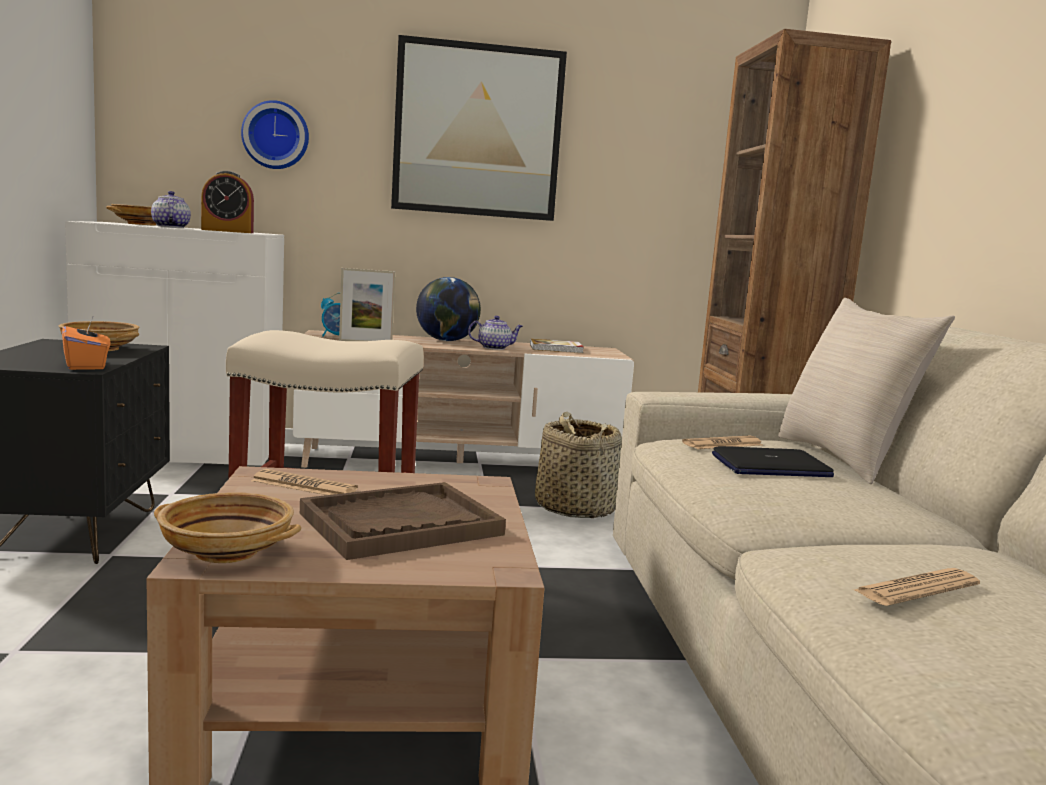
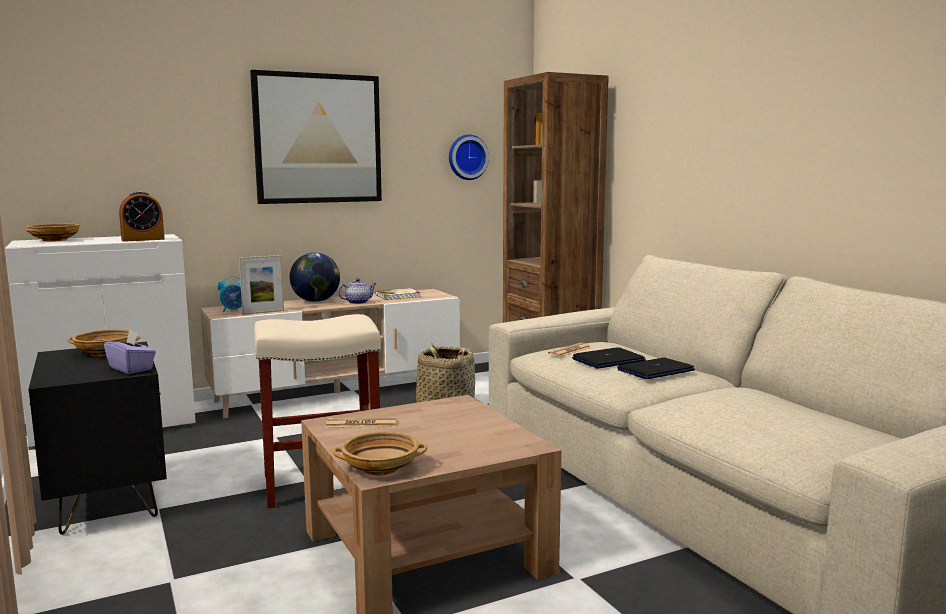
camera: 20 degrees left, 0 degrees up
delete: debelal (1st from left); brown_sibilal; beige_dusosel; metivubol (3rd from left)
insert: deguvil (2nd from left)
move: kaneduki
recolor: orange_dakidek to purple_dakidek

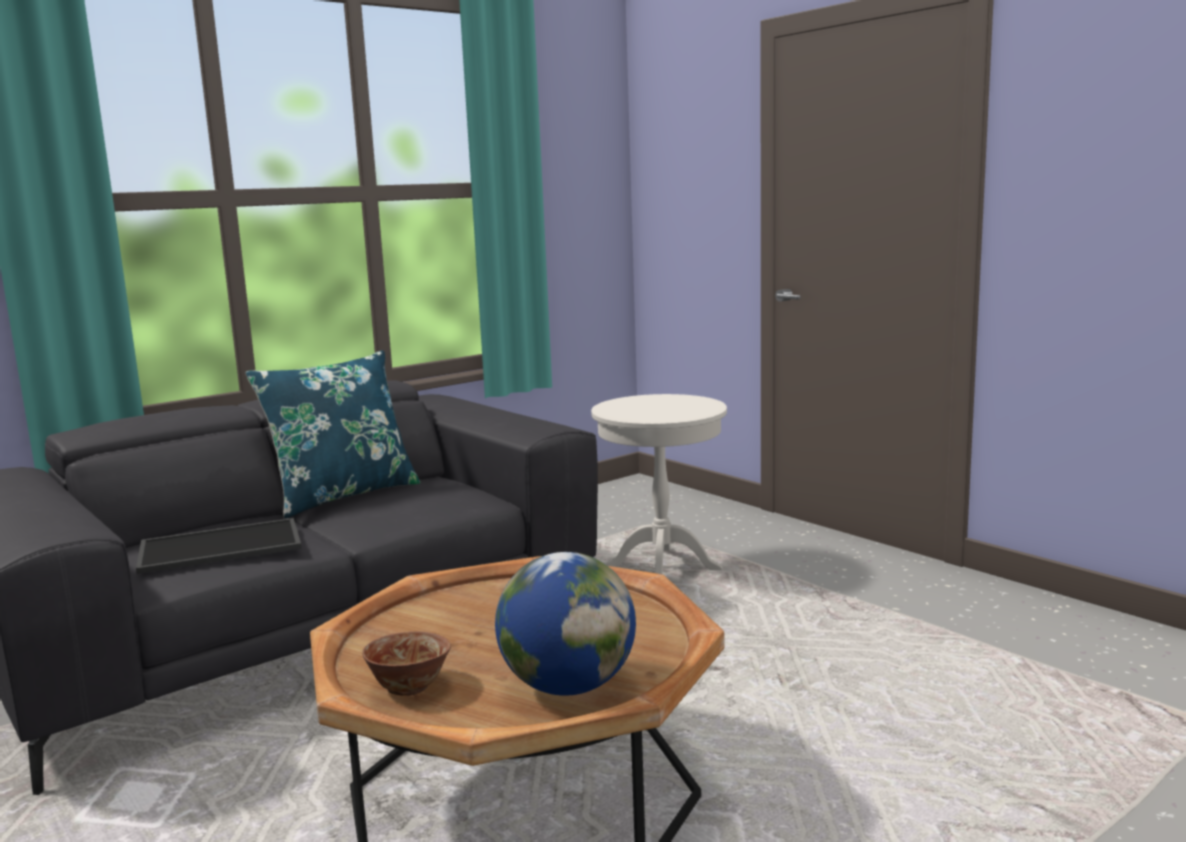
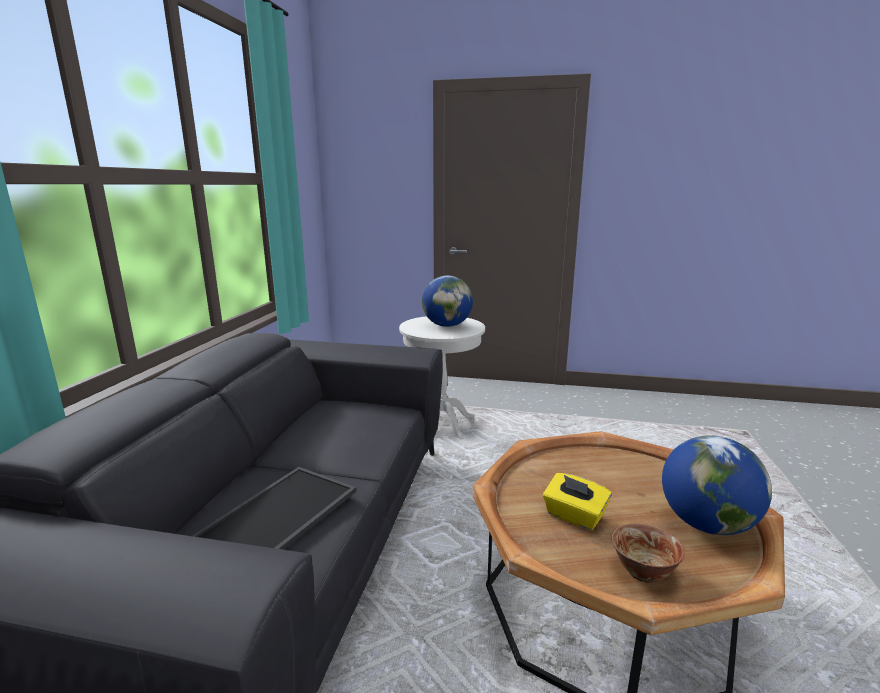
camera: 40 degrees left, 5 degrees up
delete: blue_dusosel
insert: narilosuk (1st from left); yellow_dakidek

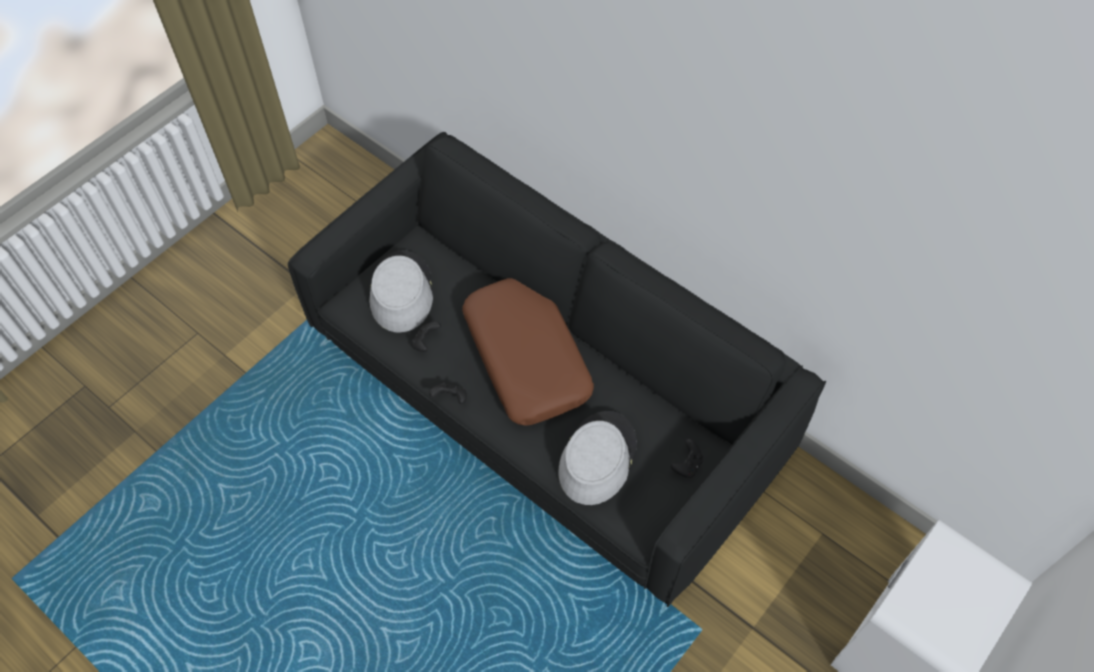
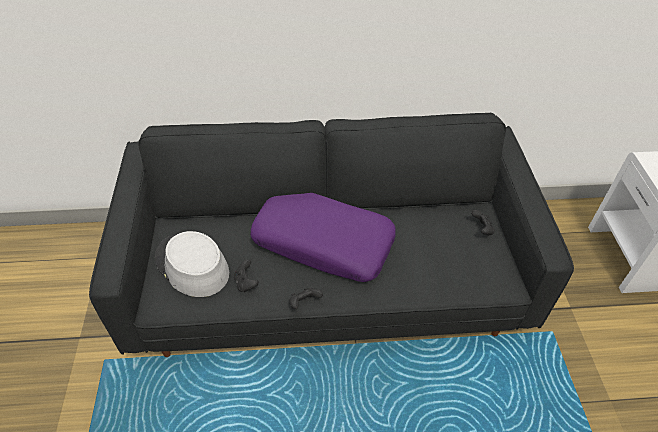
camera: 45 degrees left, 10 degrees down
delete: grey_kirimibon (2nd from left)
recolor: brown_dusosel to purple_dusosel

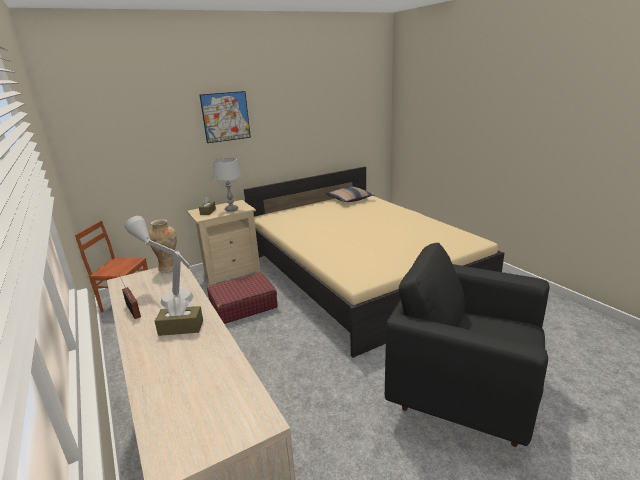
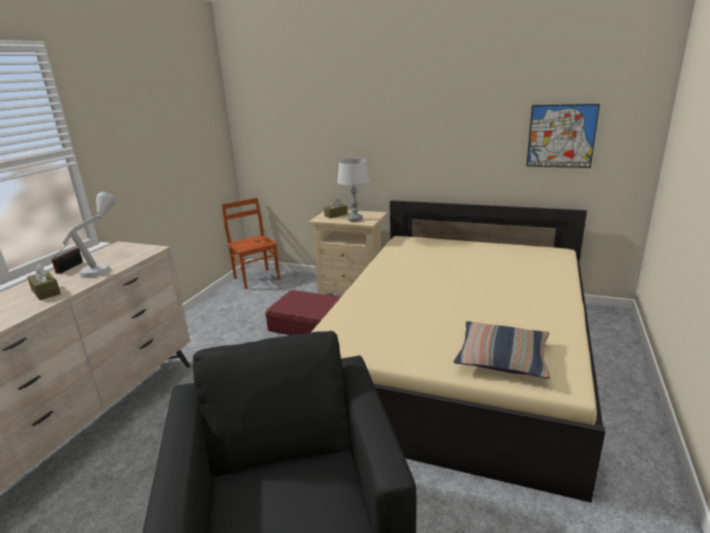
camera: 50 degrees right, 0 degrees up
delete: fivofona
move: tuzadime; dusosel

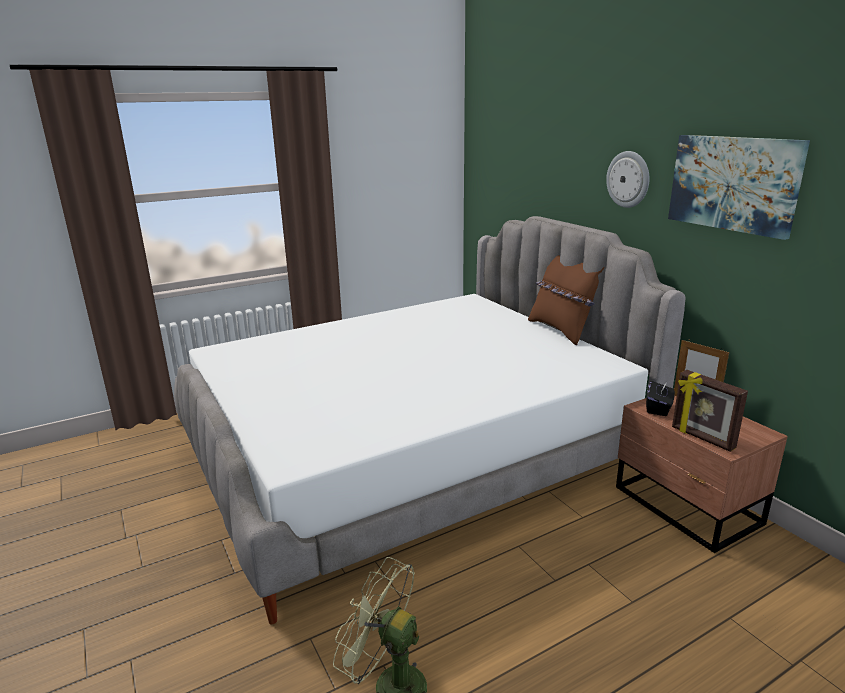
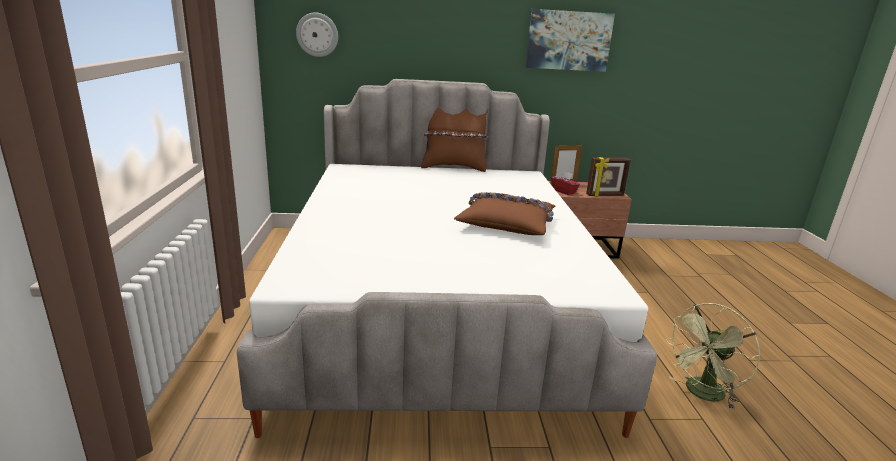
camera: 65 degrees left, 0 degrees up
insert: brown_dusosel (2nd from left)
move: kaneduki
recolor: black_dakidek to red_dakidek

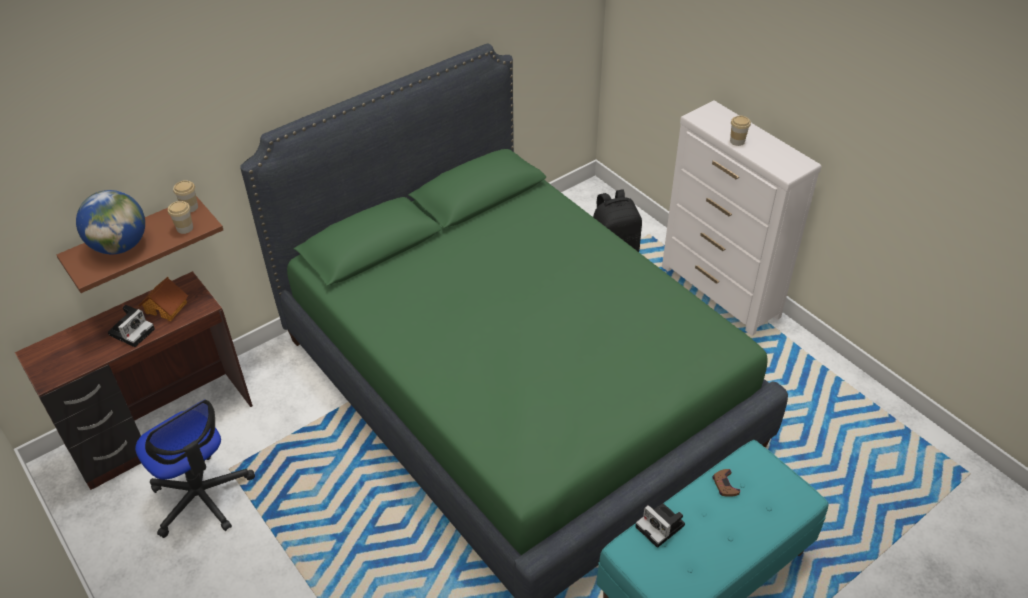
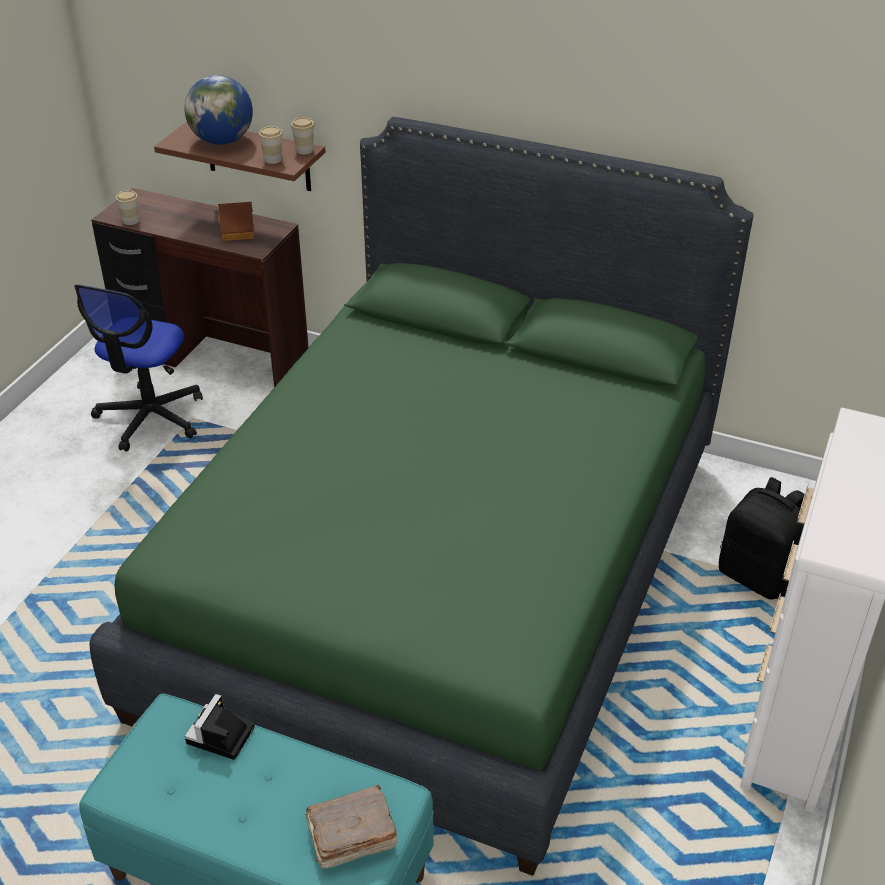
camera: 60 degrees right, 5 degrees down
delete: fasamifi (1st from left); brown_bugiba
insert: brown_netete
move: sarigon (3rd from left in the first image) to sarigon (1st from left)

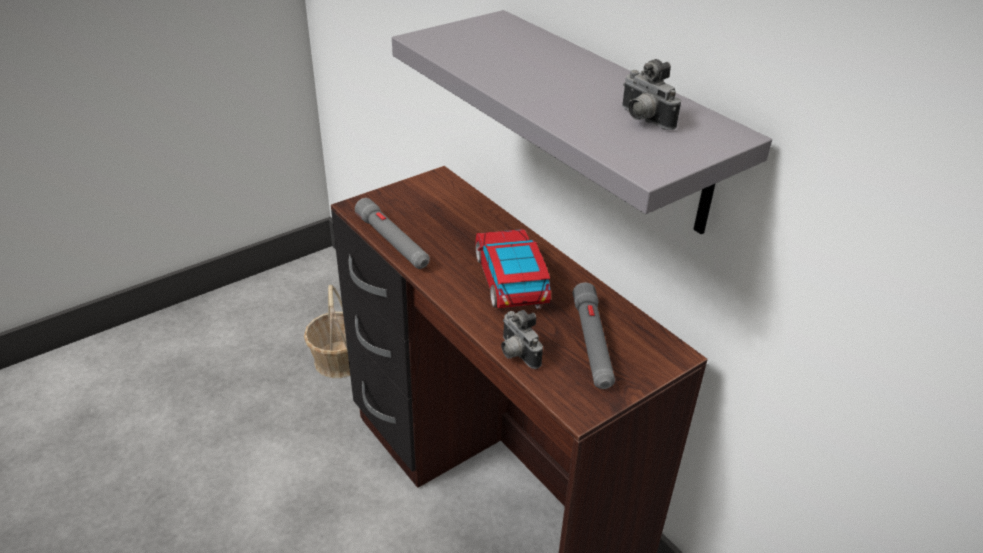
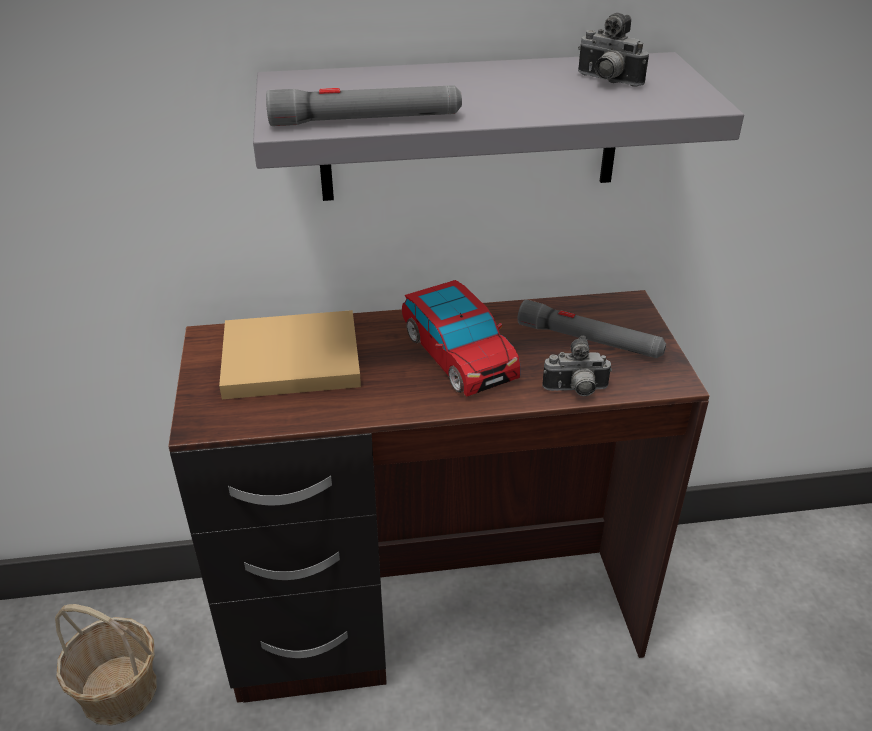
camera: 60 degrees left, 0 degrees up
insert: beige_netete
move: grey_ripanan (1st from left)
rotate: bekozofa 135 degrees counterclockwise; fasamifi (2nd from left) 45 degrees clockwise

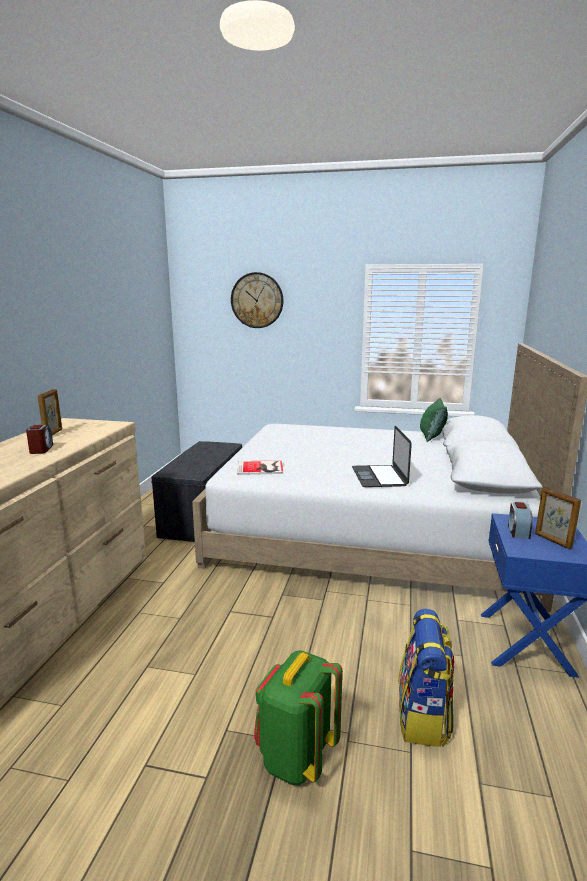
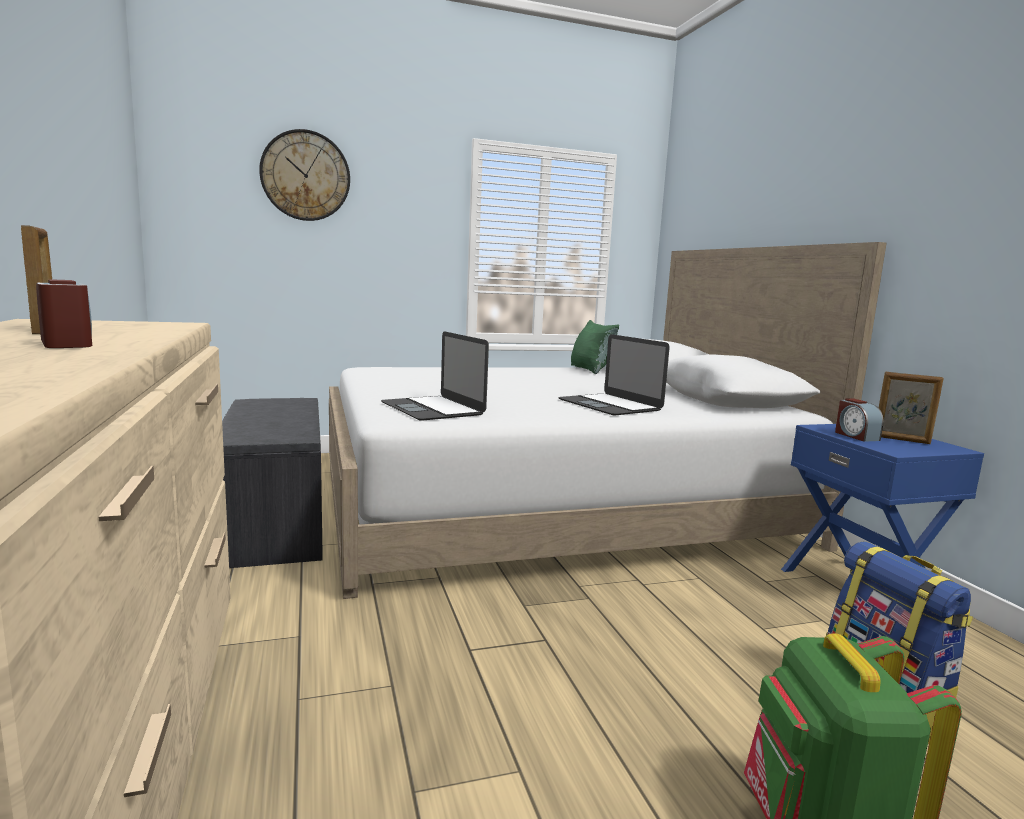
camera: 30 degrees left, 5 degrees down
replace: netete to deguvil (1st from left)

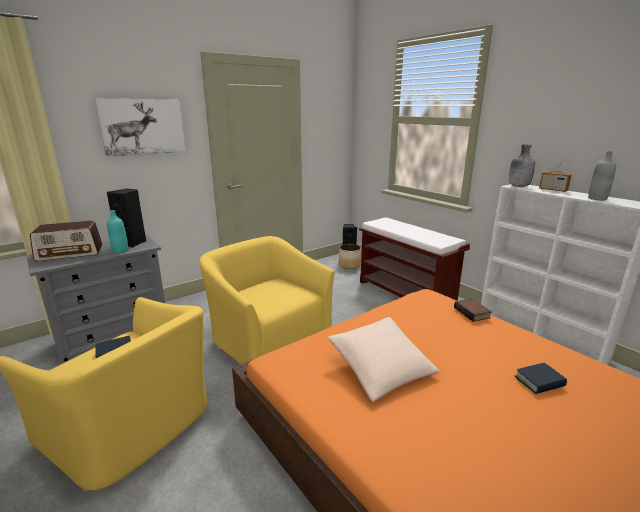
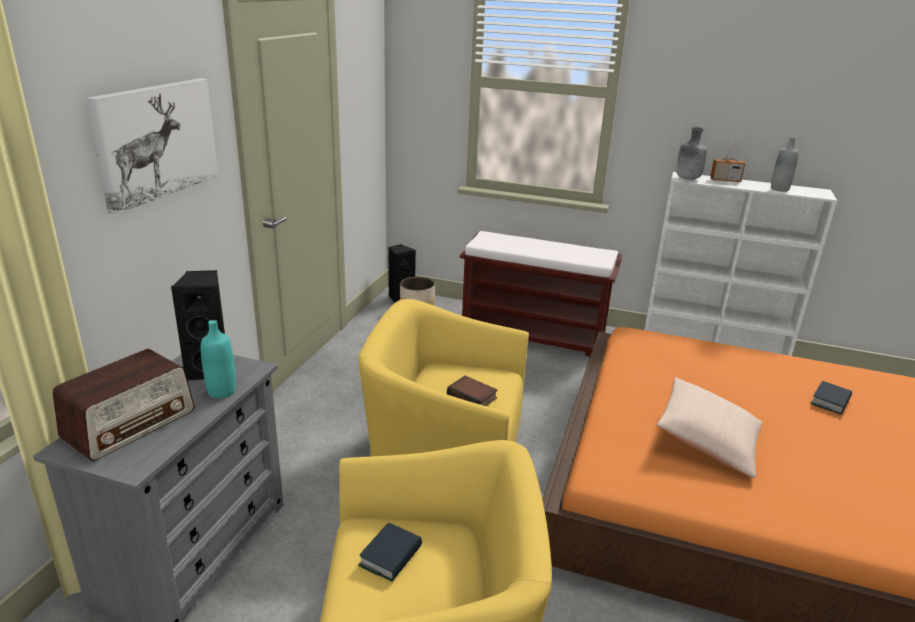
camera: 35 degrees left, 5 degrees up
move: netete (2nd from left)

